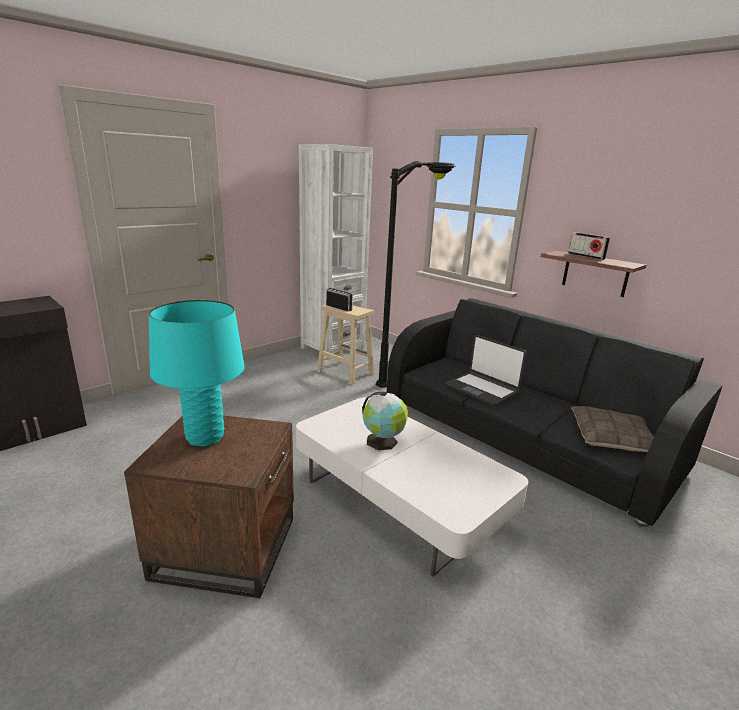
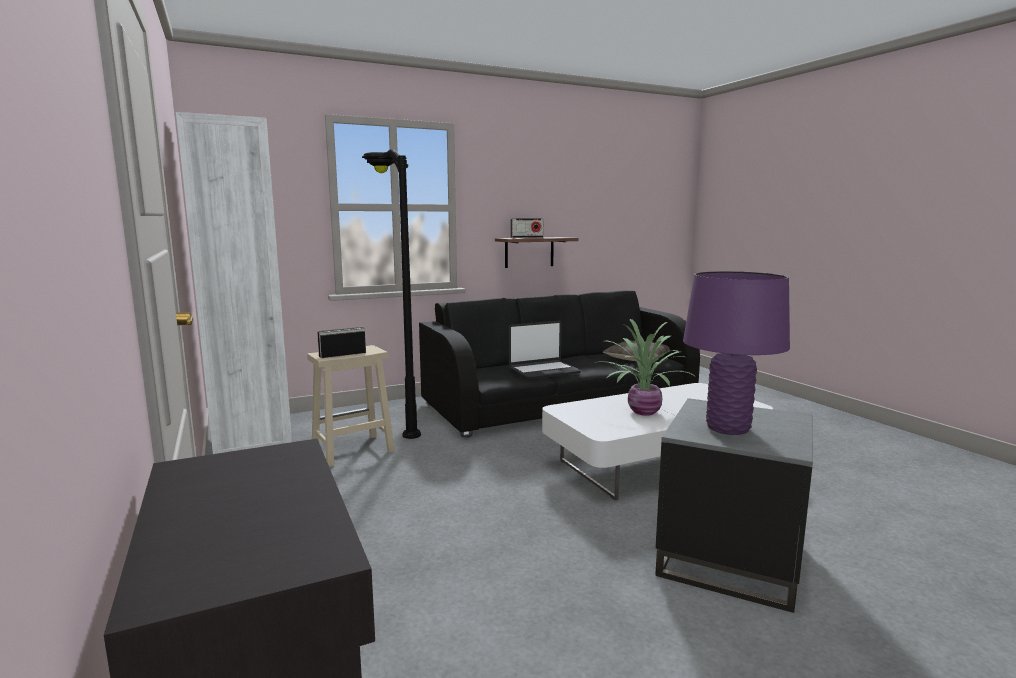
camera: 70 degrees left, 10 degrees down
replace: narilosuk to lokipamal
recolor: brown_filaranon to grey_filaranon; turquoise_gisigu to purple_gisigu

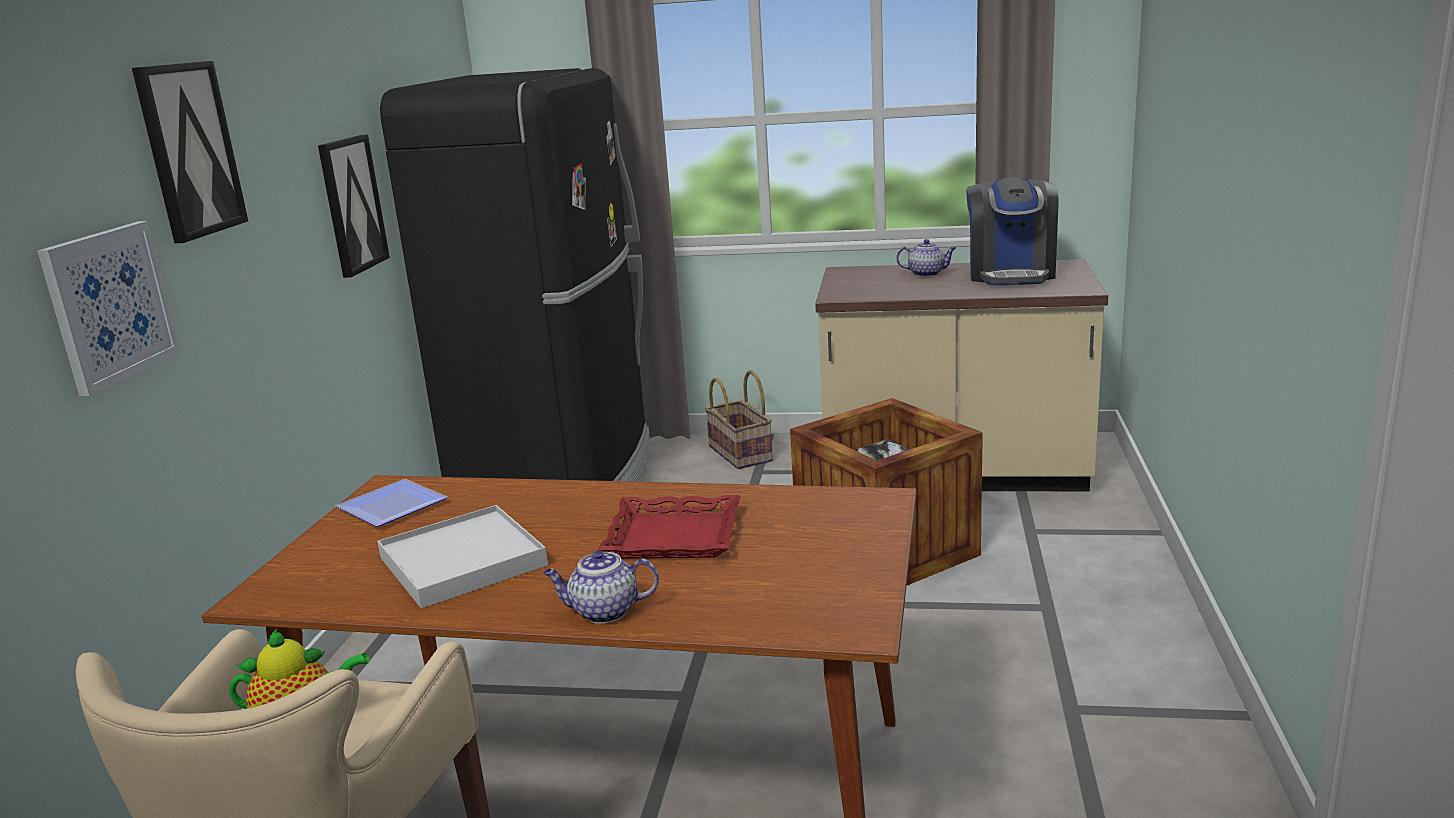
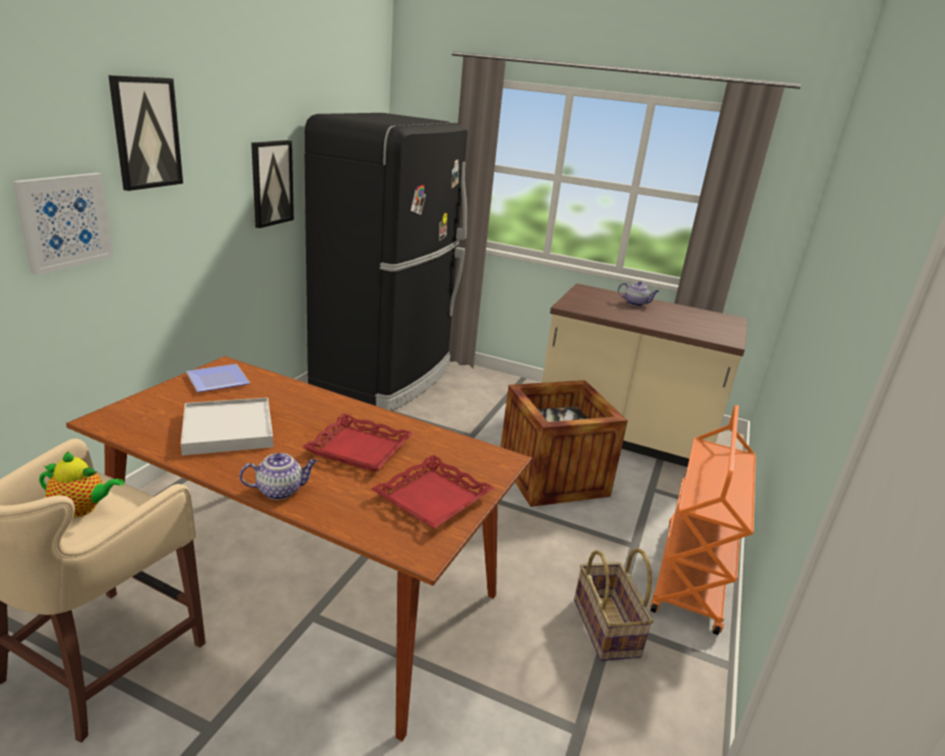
camera: 10 degrees right, 5 degrees up
delete: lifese
insert: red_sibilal (2nd from left); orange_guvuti
move: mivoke
rotate: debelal (2nd from left) 150 degrees clockwise

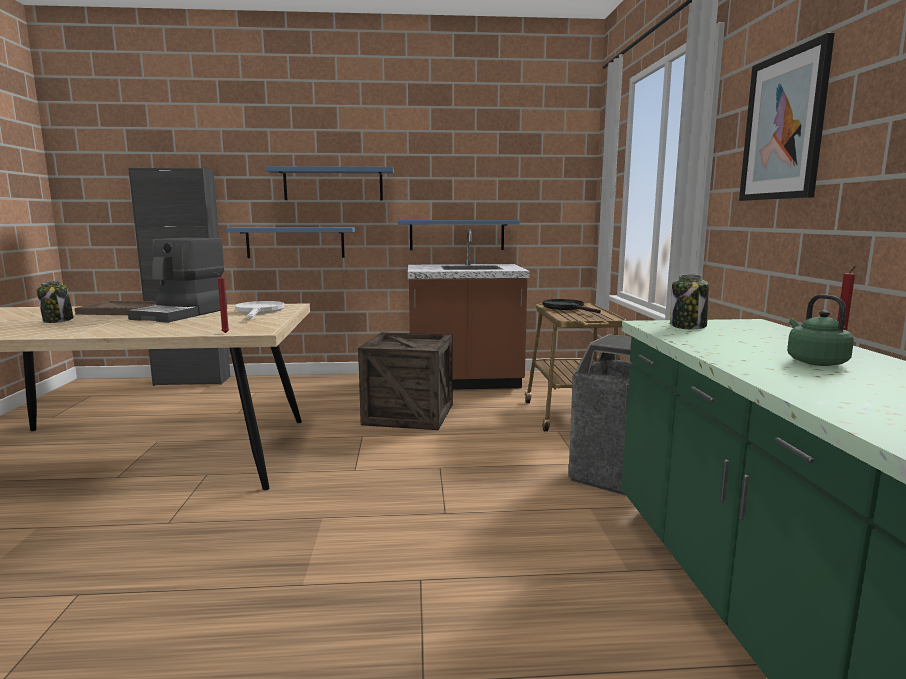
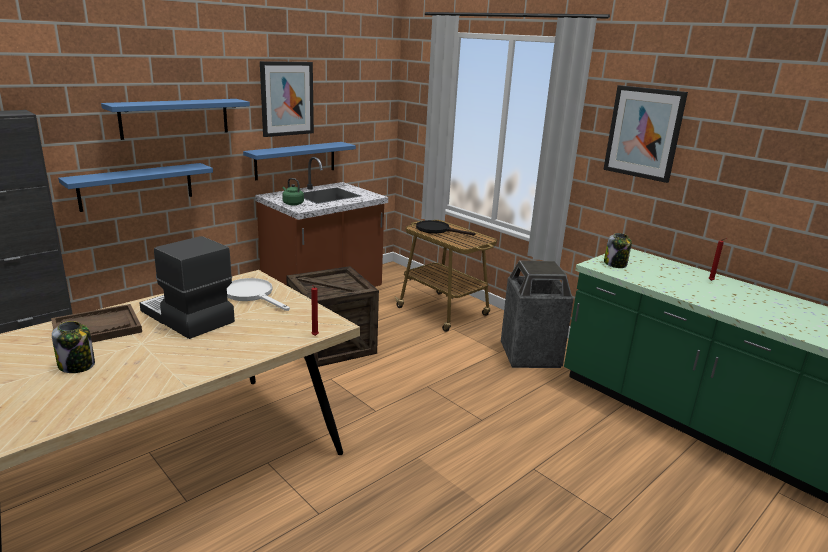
camera: 40 degrees left, 10 degrees up
insert: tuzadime (1st from left)
move: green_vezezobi
rotate: lifese 150 degrees clockwise

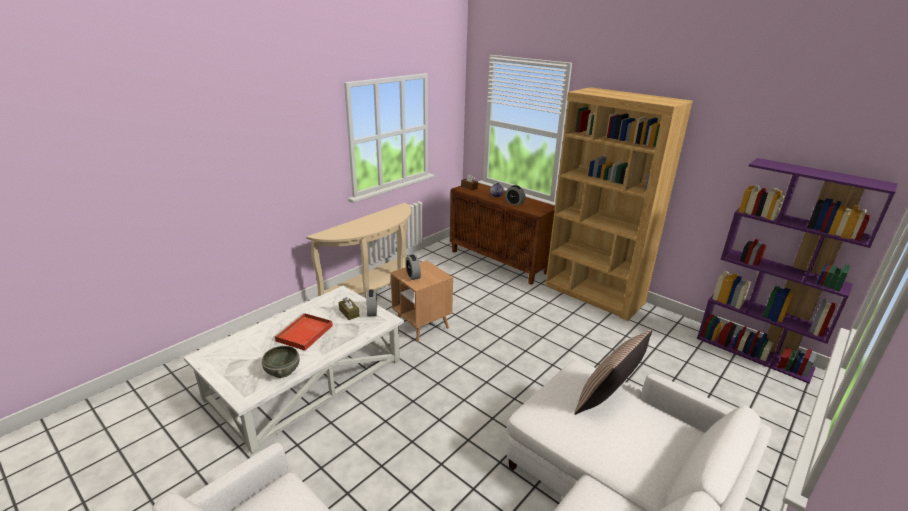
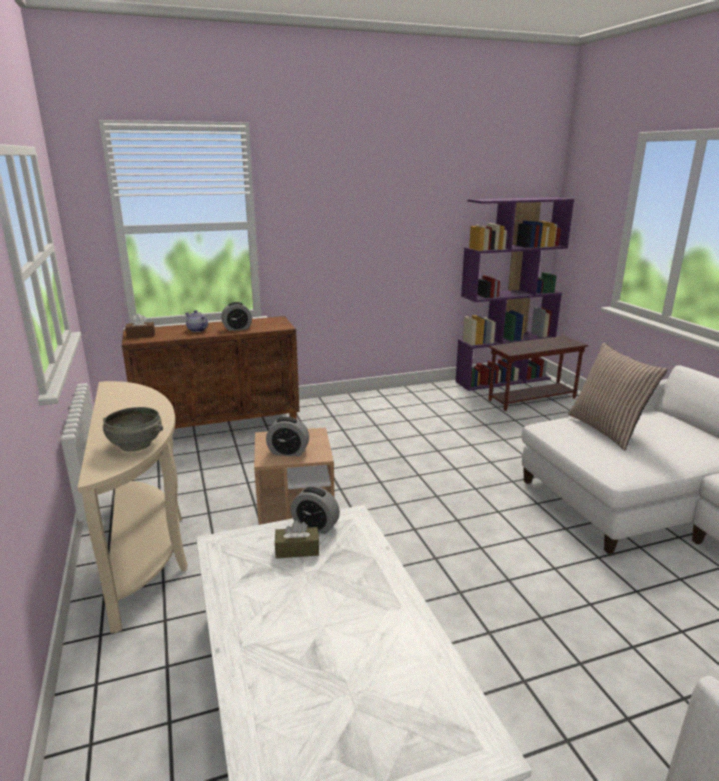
camera: 60 degrees left, 5 degrees down
delete: red_sibilal; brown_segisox
insert: brown_filaranon (2nd from left)
move: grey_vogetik

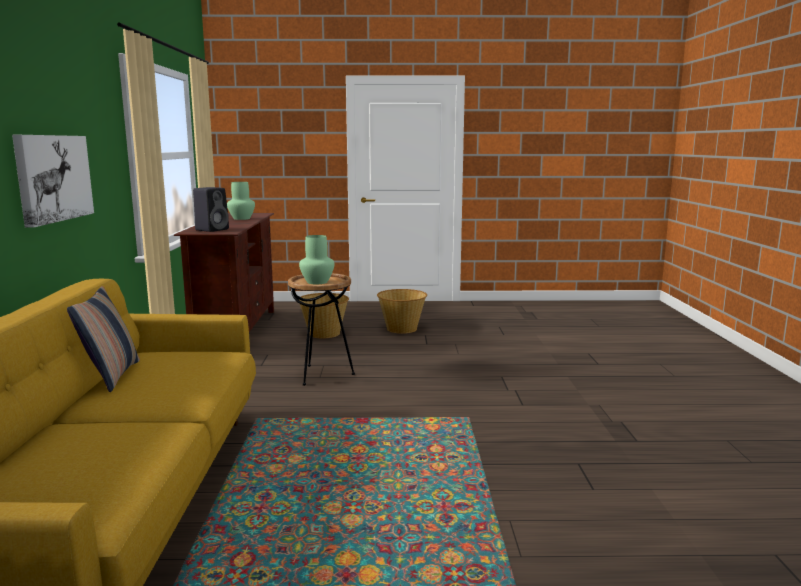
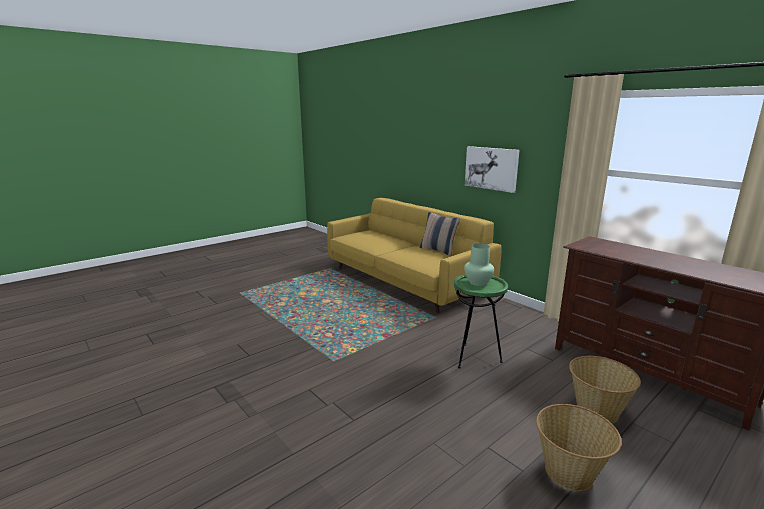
camera: 140 degrees right, 5 degrees up
delete: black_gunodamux; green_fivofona (1st from left)
recolor: brown_filaranon to green_filaranon

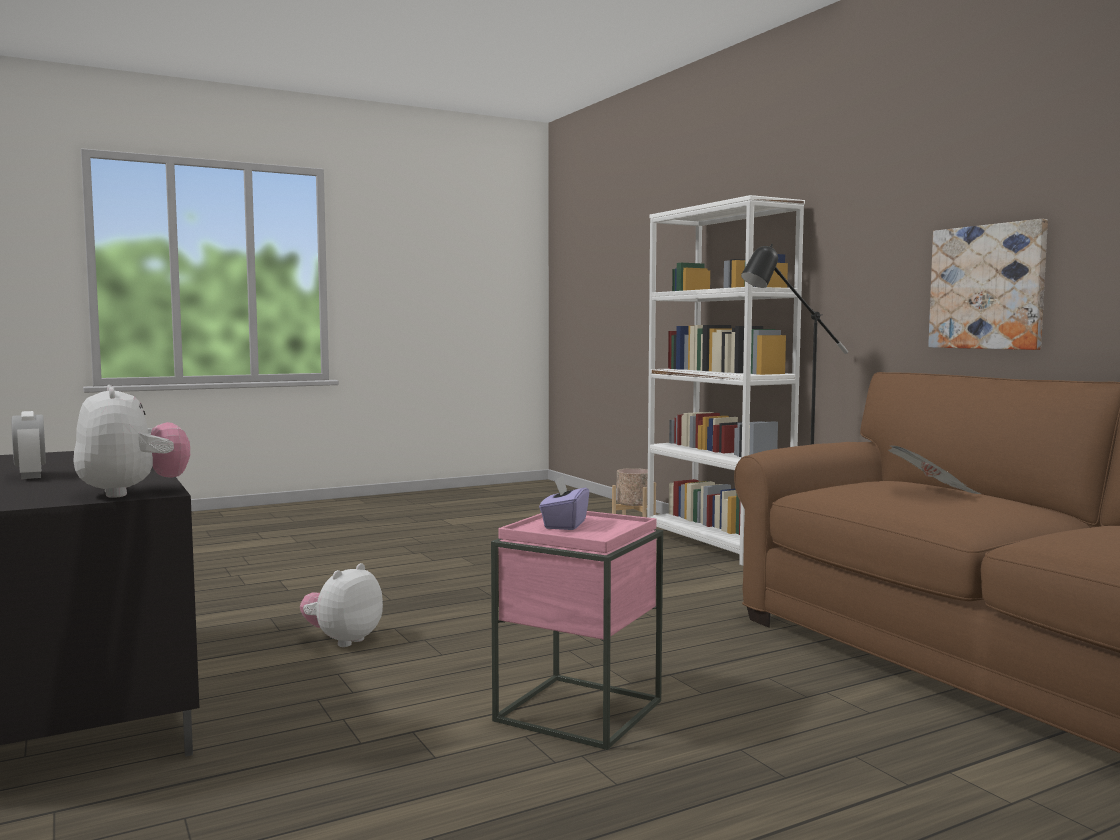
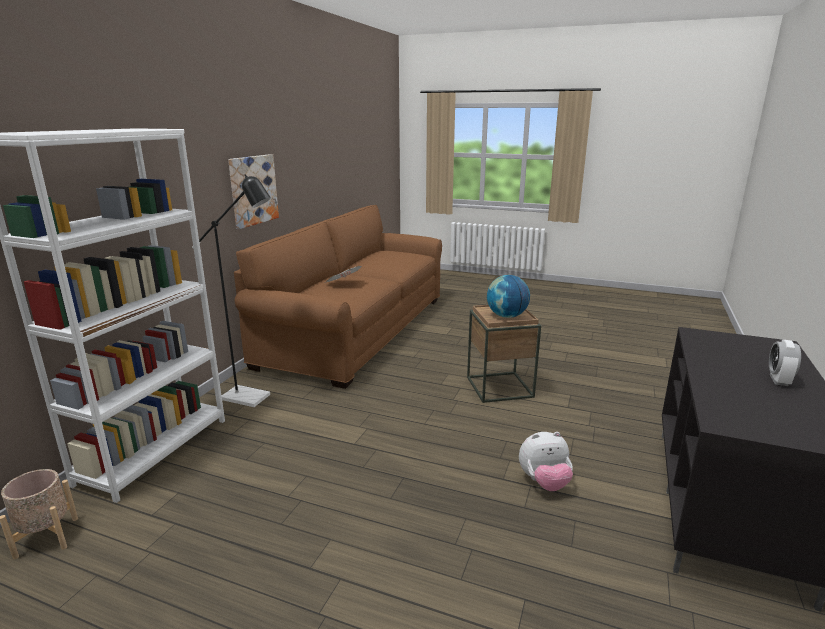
camera: 130 degrees left, 15 degrees up
delete: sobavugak (1st from left)
replace: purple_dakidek to narilosuk
recolor: pink_filaranon to brown_filaranon

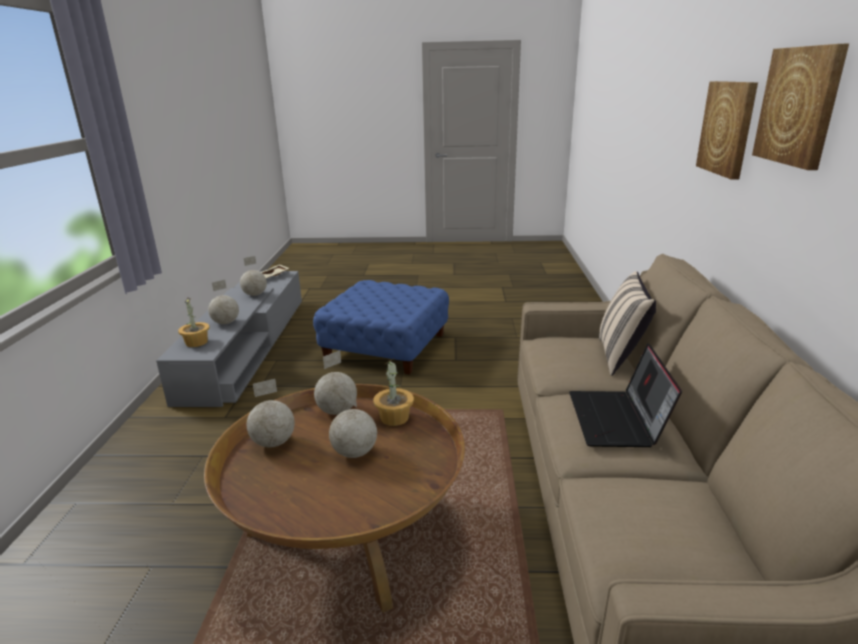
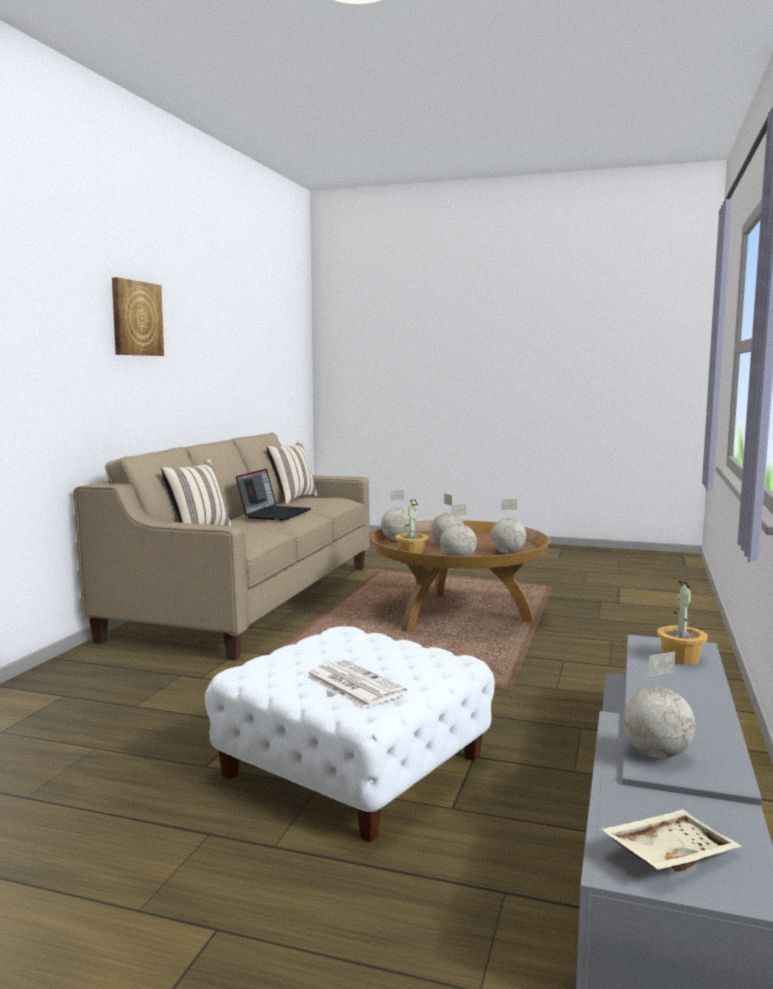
camera: 165 degrees left, 15 degrees down
delete: tuzadime (1st from left)
insert: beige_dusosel (2nd from left); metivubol
move: narilosuk (1st from left)
recolor: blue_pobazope to white_pobazope

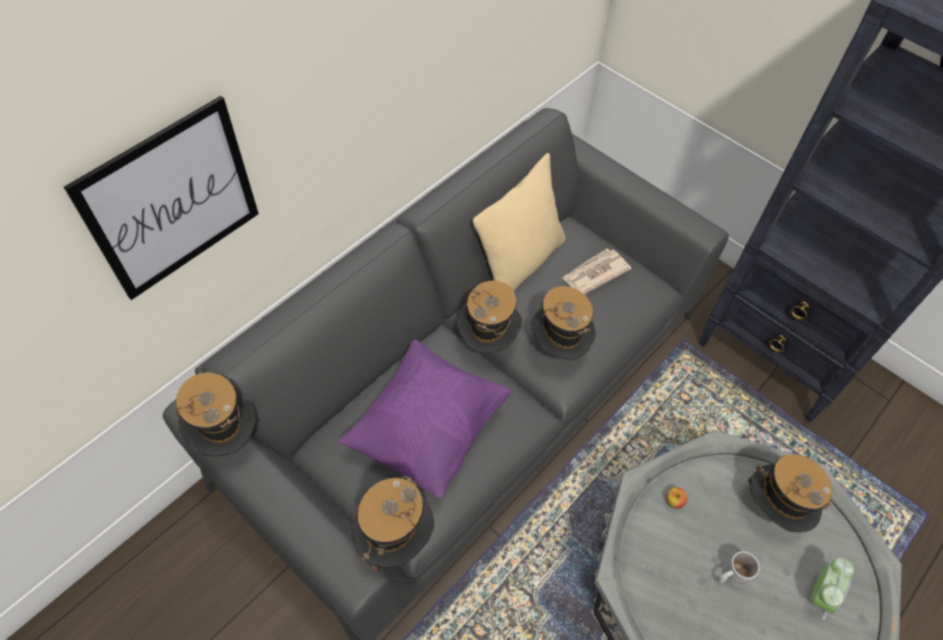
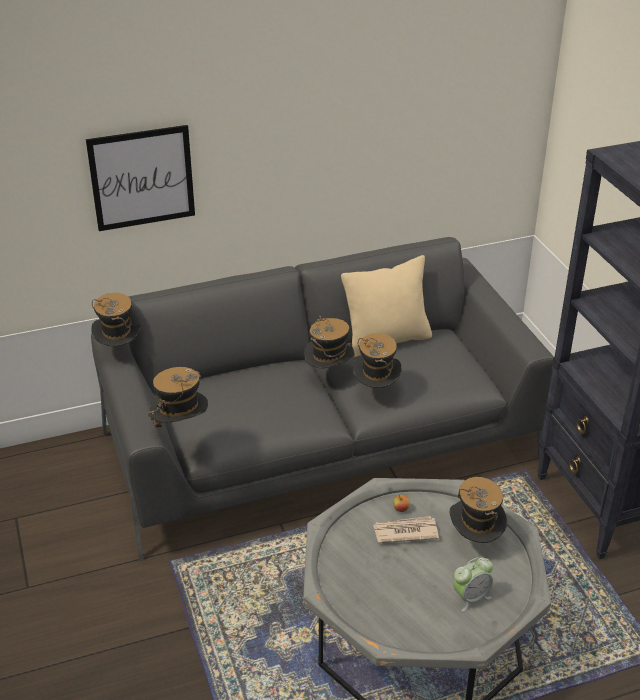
camera: 30 degrees right, 20 degrees down
delete: purple_dusosel; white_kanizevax
move: metivubol

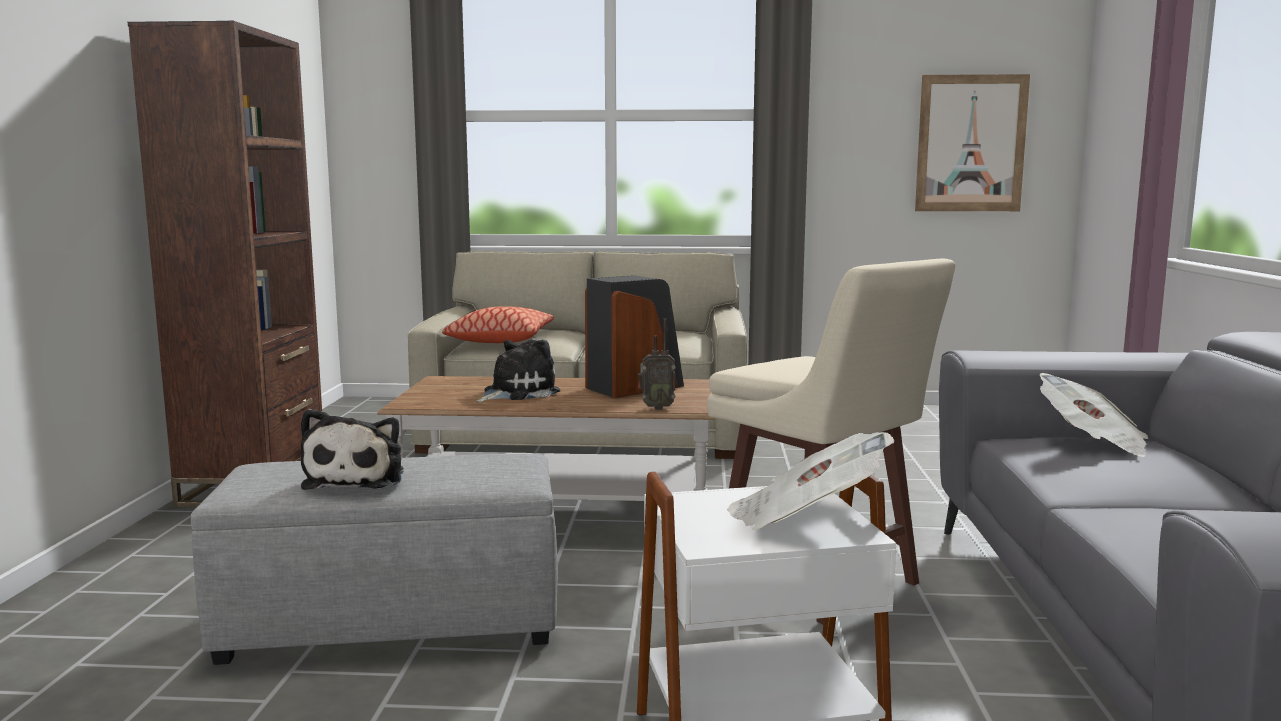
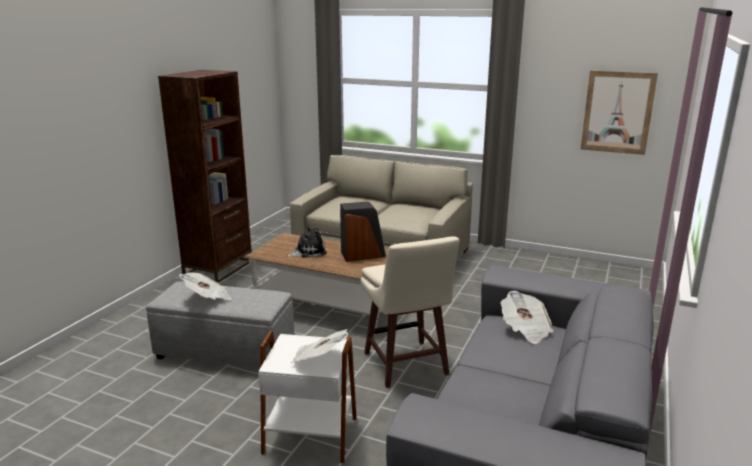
camera: 20 degrees right, 10 degrees up
delete: dusosel; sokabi
replace: sobavugak (1st from left) to metivubol (1st from left)

